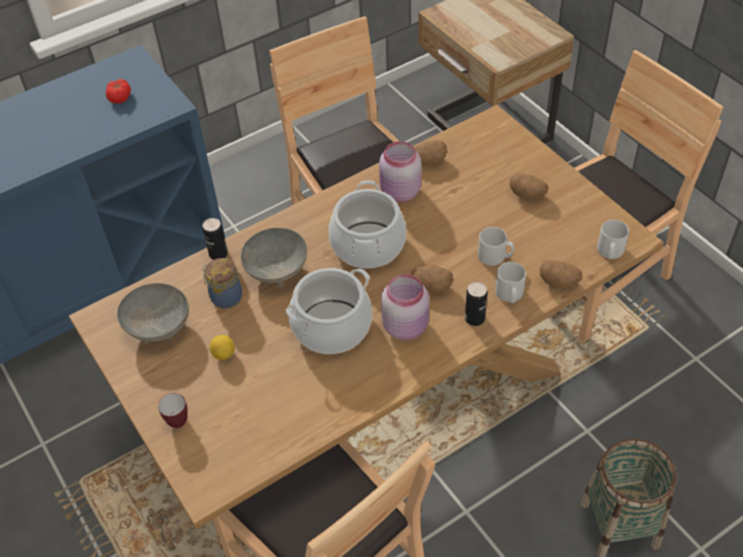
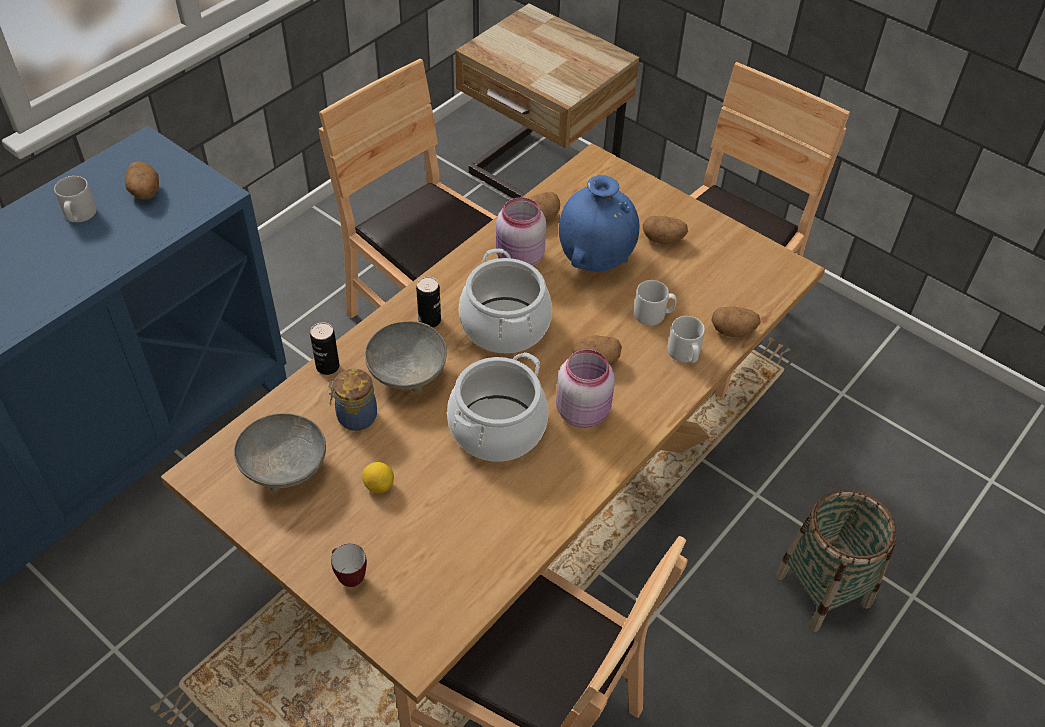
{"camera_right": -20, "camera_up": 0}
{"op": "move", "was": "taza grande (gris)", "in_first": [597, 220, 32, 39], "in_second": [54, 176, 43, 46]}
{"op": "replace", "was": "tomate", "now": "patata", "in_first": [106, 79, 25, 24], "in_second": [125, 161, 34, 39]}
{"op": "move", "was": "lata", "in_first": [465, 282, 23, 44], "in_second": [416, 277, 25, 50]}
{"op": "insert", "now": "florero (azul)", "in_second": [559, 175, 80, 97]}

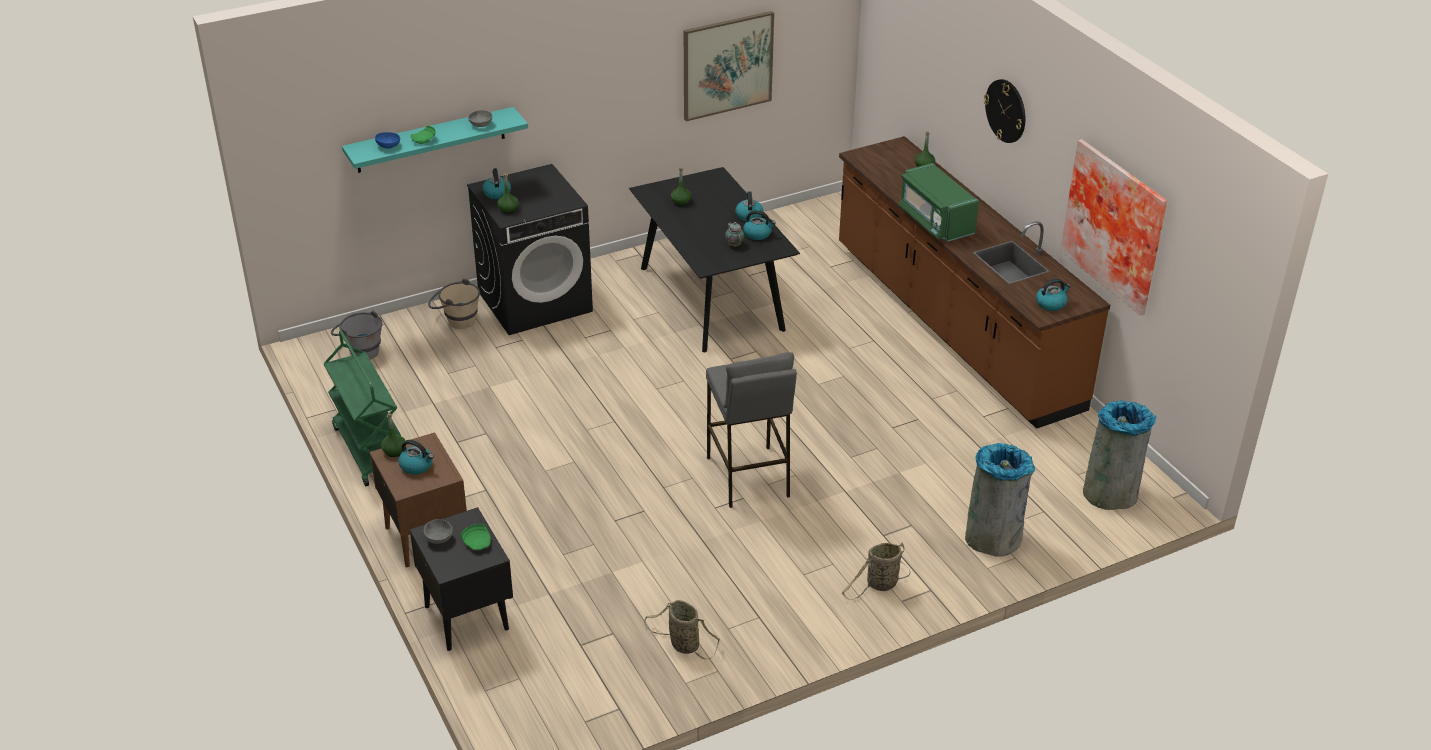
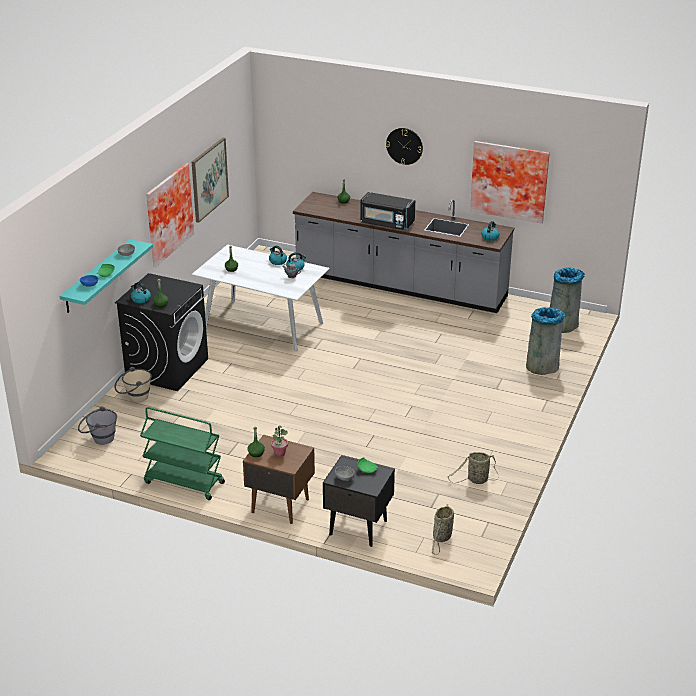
{"camera_right": -40, "camera_up": -5}
{"op": "insert", "now": "cuadro", "in_second": [146, 163, 48, 104]}
{"op": "recolor", "was": "mesa de comedor (negro)", "now": "mesa de comedor (blanco)", "in_first": [629, 167, 171, 185], "in_second": [192, 244, 138, 108]}
{"op": "replace", "was": "hervidor", "now": "planta en maceta", "in_first": [398, 440, 36, 35], "in_second": [271, 426, 17, 31]}
{"op": "recolor", "was": "mueble bajo de cocina (marrón)", "now": "mueble bajo de cocina (gris)", "in_first": [839, 136, 271, 293], "in_second": [293, 192, 221, 121]}
{"op": "recolor", "was": "microondas (verde)", "now": "microondas (negro)", "in_first": [899, 163, 80, 79], "in_second": [360, 192, 55, 38]}
{"op": "move", "was": "cesta", "in_first": [842, 543, 68, 57], "in_second": [432, 504, 22, 51]}
{"op": "delete", "was": "taburete (gris)", "in_first": [706, 352, 91, 156]}

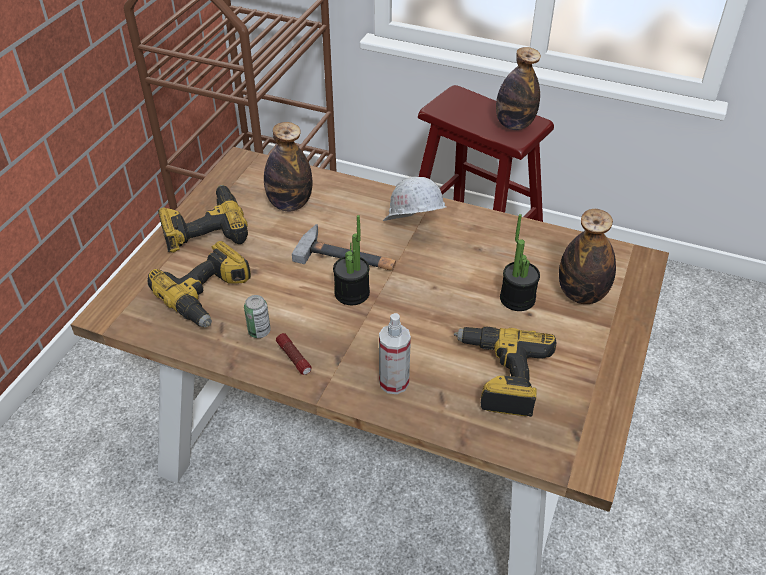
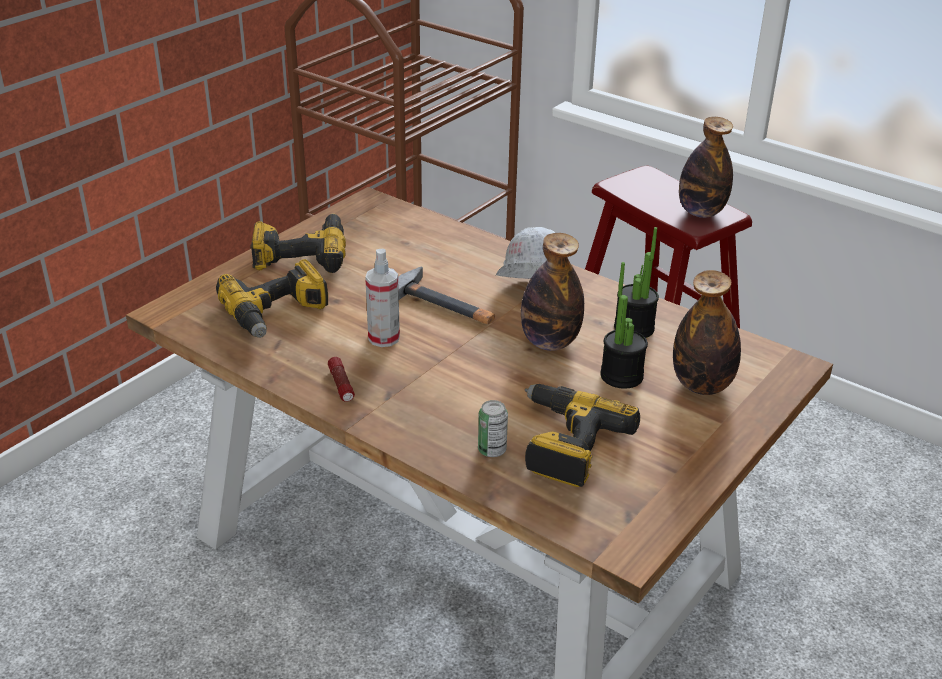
{"camera_right": 15, "camera_up": -10}
{"op": "move", "was": "pulverizador", "in_first": [379, 313, 32, 81], "in_second": [365, 249, 35, 98]}
{"op": "move", "was": "lata", "in_first": [244, 295, 27, 43], "in_second": [478, 400, 30, 57]}
{"op": "move", "was": "botella", "in_first": [264, 122, 48, 89], "in_second": [521, 233, 63, 118]}
{"op": "move", "was": "planta en maceta", "in_first": [333, 215, 37, 90], "in_second": [614, 227, 45, 111]}

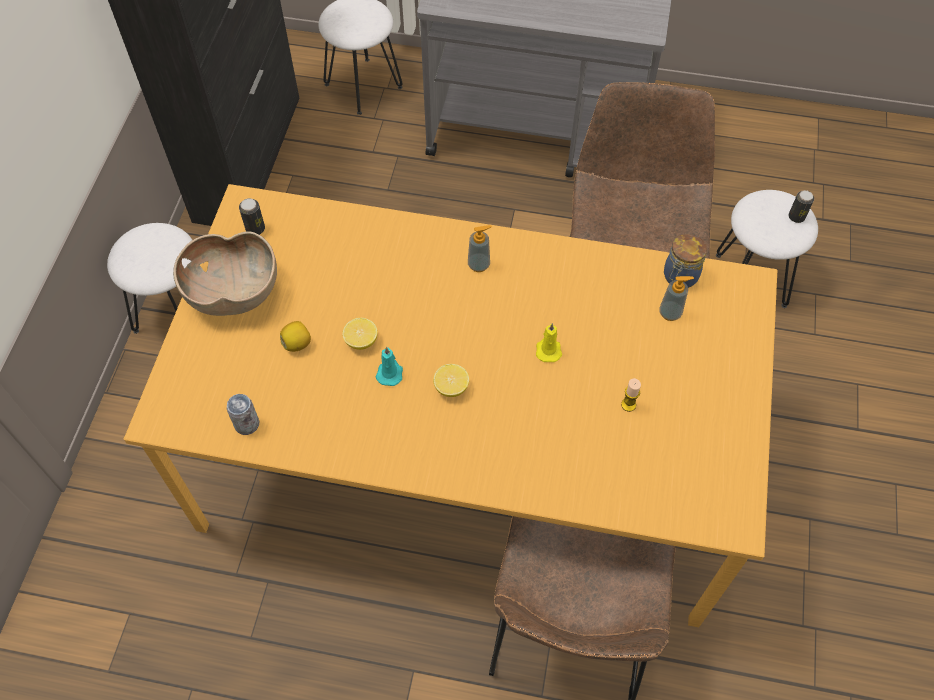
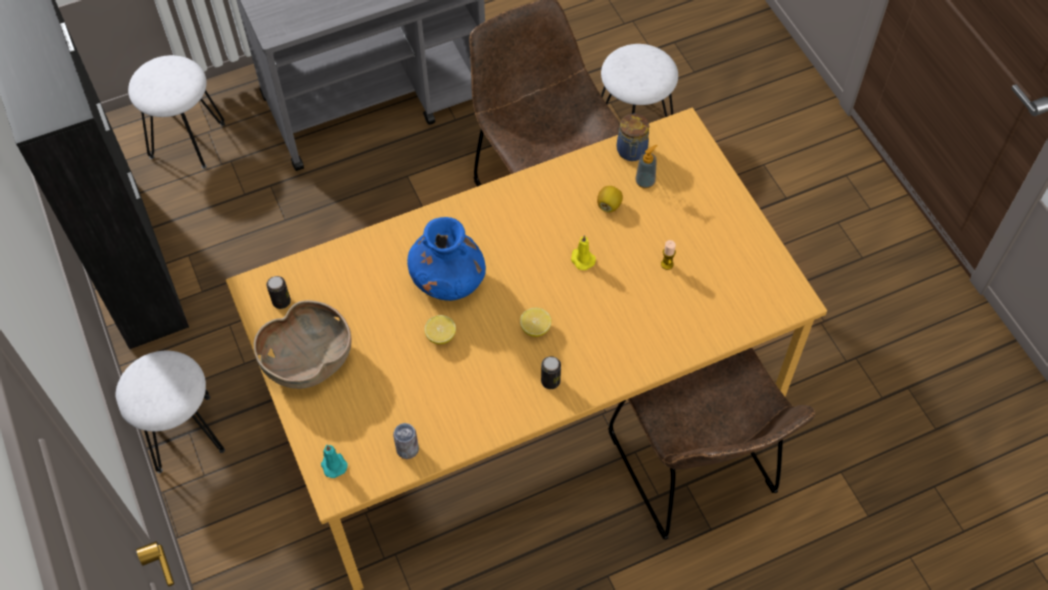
{"camera_right": -35, "camera_up": 0}
{"op": "move", "was": "vela (turquesa)", "in_first": [376, 347, 27, 39], "in_second": [321, 445, 27, 33]}
{"op": "insert", "now": "florero (azul)", "in_second": [407, 217, 79, 84]}
{"op": "move", "was": "lata", "in_first": [789, 190, 25, 33], "in_second": [541, 356, 20, 33]}
{"op": "move", "was": "limón", "in_first": [280, 321, 31, 31], "in_second": [597, 186, 26, 26]}
{"op": "delete", "was": "dispensador de jabón", "in_first": [468, 225, 24, 47]}

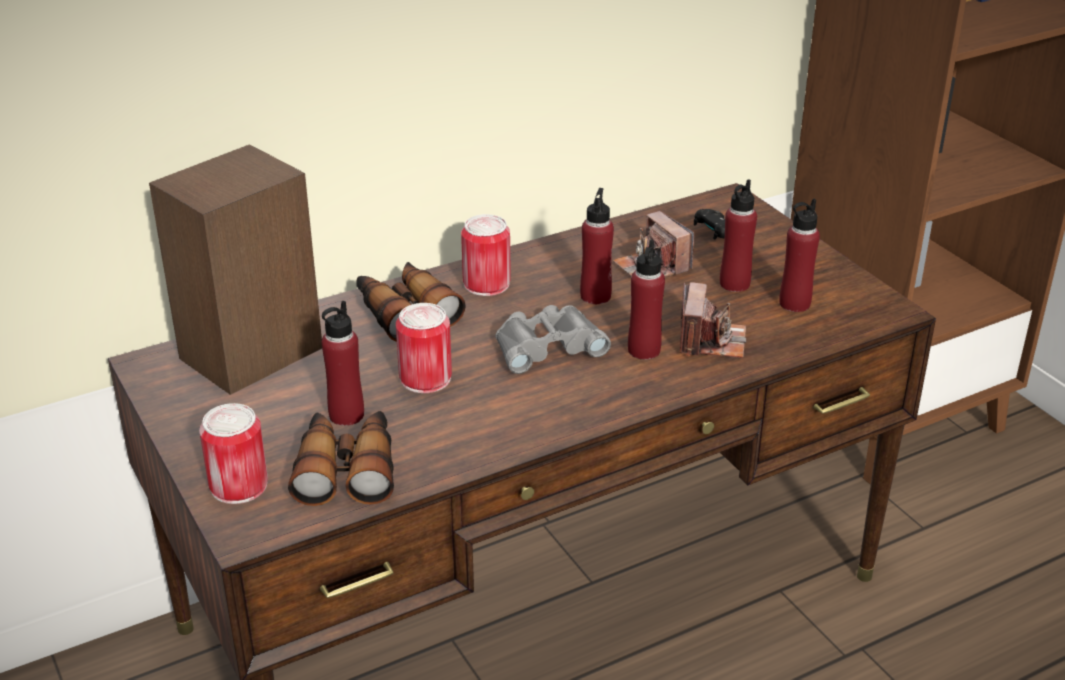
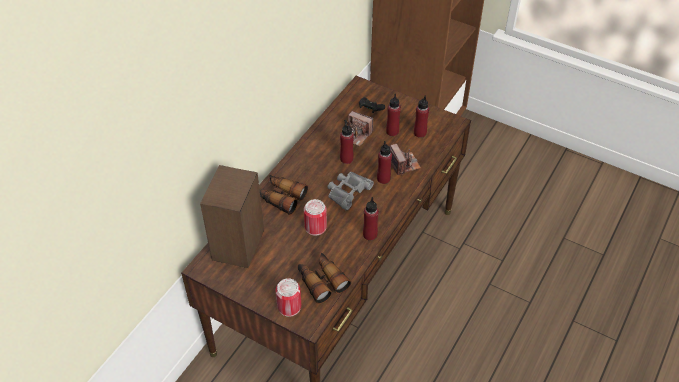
{"camera_right": -30, "camera_up": 15}
{"op": "move", "was": "botella (rojo)", "in_first": [322, 301, 42, 125], "in_second": [363, 197, 16, 44]}
{"op": "delete", "was": "lata", "in_first": [461, 214, 50, 82]}

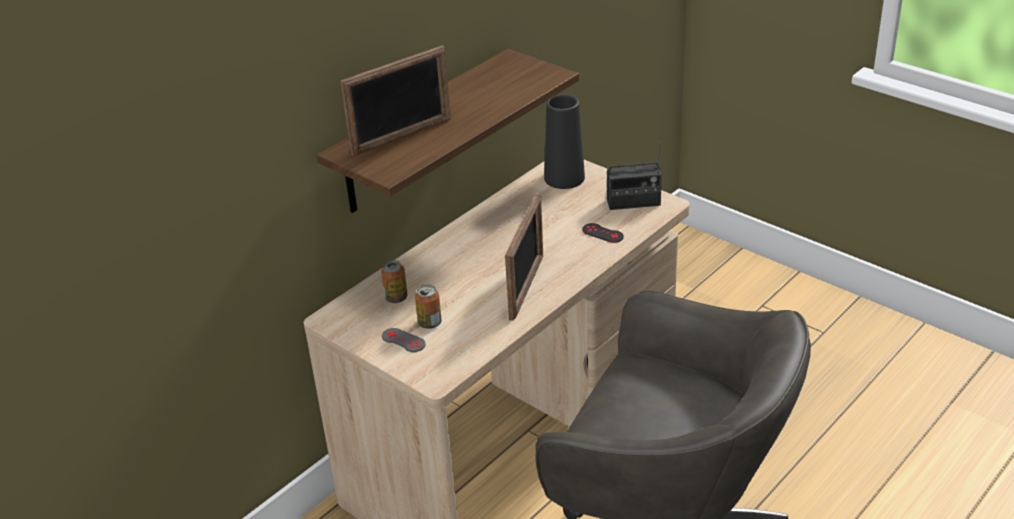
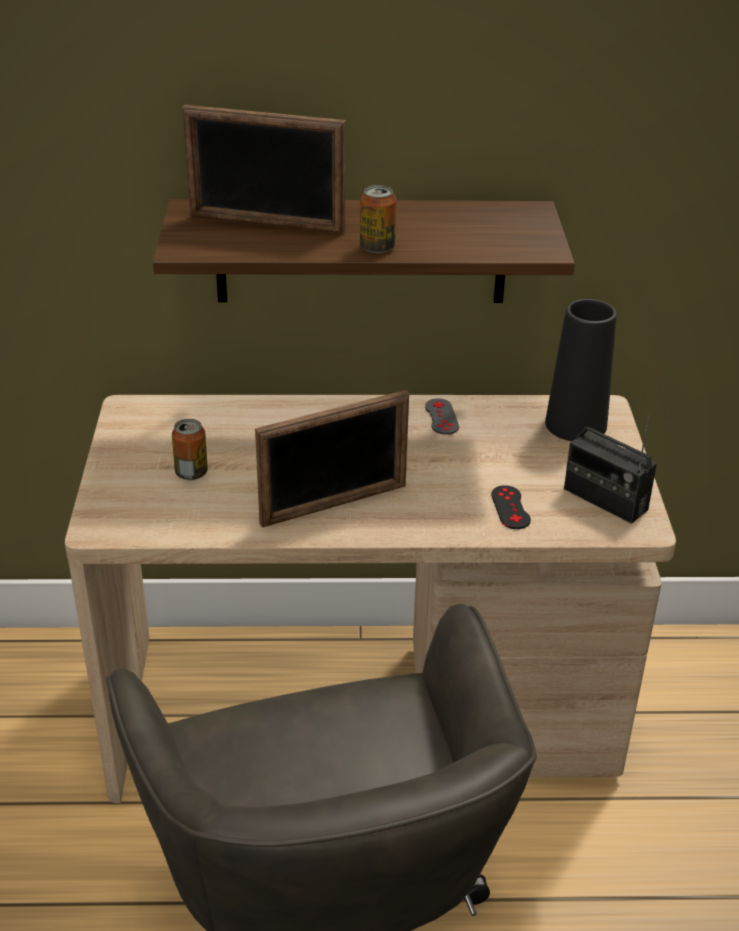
{"camera_right": 45, "camera_up": 0}
{"op": "move", "was": "lata", "in_first": [381, 260, 26, 43], "in_second": [360, 185, 36, 68]}
{"op": "move", "was": "mando de consola (gris)", "in_first": [382, 328, 43, 24], "in_second": [425, 398, 34, 37]}

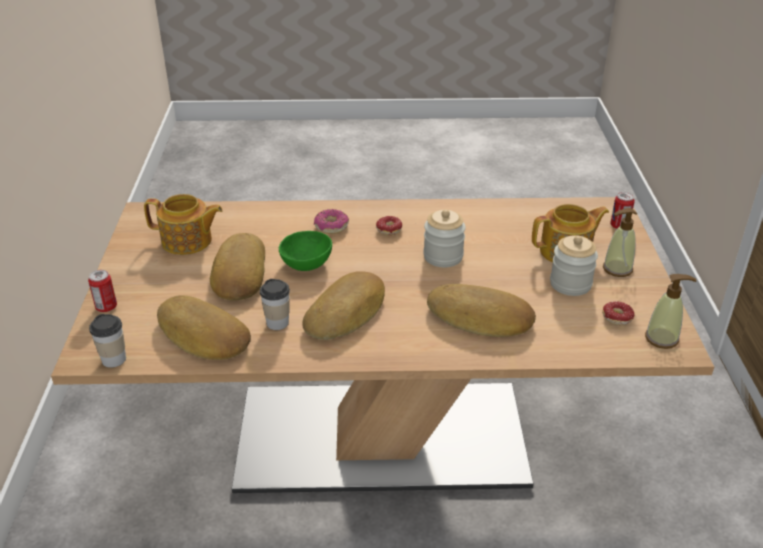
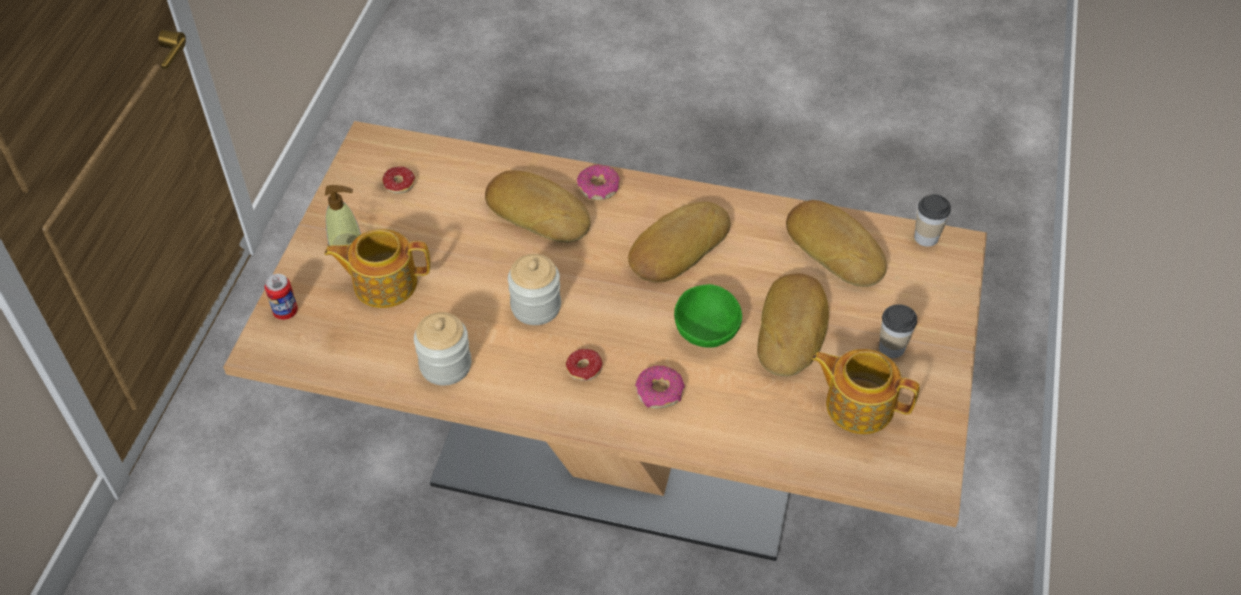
{"camera_right": -165, "camera_up": 15}
{"op": "move", "was": "tarro", "in_first": [550, 235, 48, 61], "in_second": [414, 312, 57, 73]}
{"op": "insert", "now": "rosquilla", "in_second": [577, 165, 43, 35]}
{"op": "move", "was": "taza", "in_first": [260, 279, 30, 51], "in_second": [879, 304, 38, 54]}
{"op": "delete", "was": "lata", "in_first": [88, 270, 29, 42]}
{"op": "delete", "was": "dispensador de jabón", "in_first": [645, 274, 51, 75]}

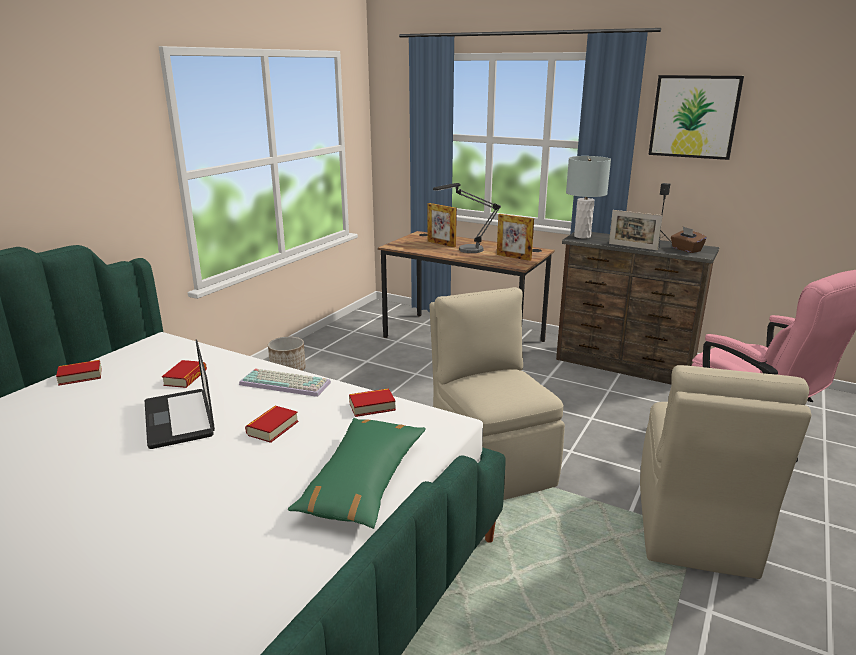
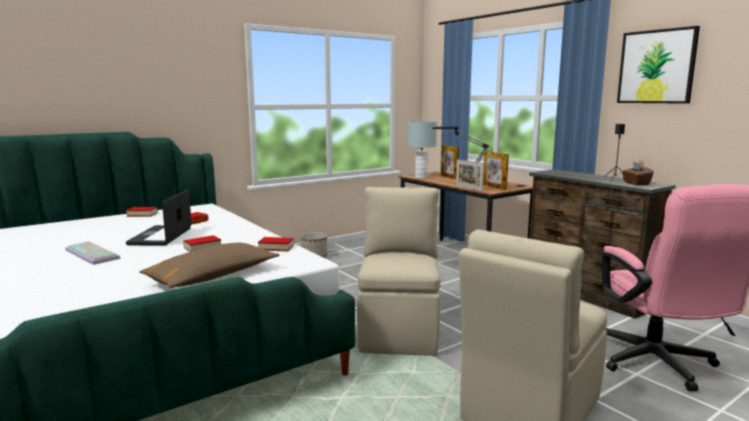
{"camera_right": 25, "camera_up": -10}
{"op": "move", "was": "teclado", "in_first": [239, 368, 92, 29], "in_second": [65, 241, 56, 24]}
{"op": "recolor", "was": "cojín (verde)", "now": "cojín (marrón)", "in_first": [288, 418, 138, 111], "in_second": [139, 242, 140, 46]}
{"op": "move", "was": "lámpara de mesa (gris)", "in_first": [566, 156, 45, 83], "in_second": [407, 121, 30, 58]}
{"op": "move", "was": "portarretratos", "in_first": [609, 210, 54, 40], "in_second": [456, 160, 28, 31]}

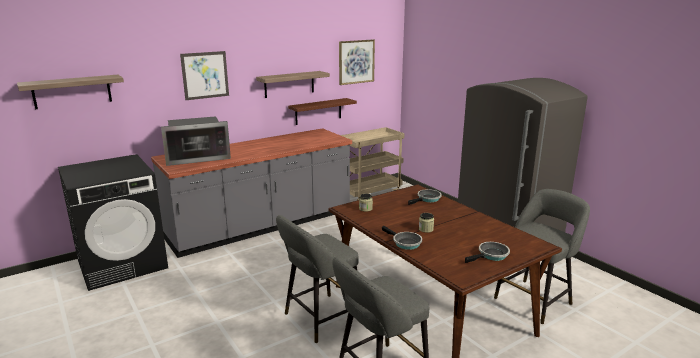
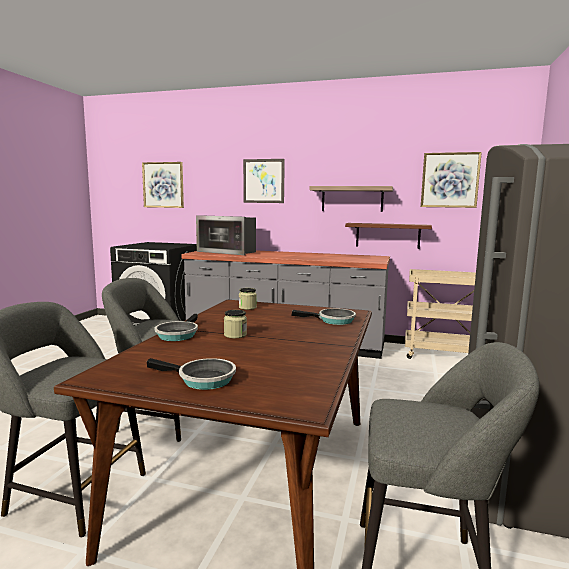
{"camera_right": 50, "camera_up": -10}
{"op": "replace", "was": "estante", "now": "cuadro", "in_first": [17, 75, 107, 34], "in_second": [142, 162, 42, 46]}

